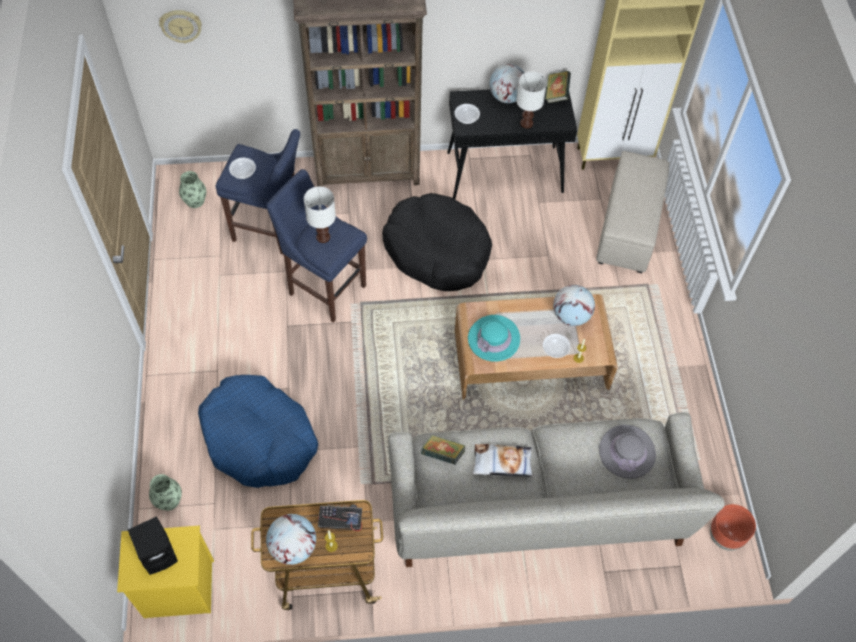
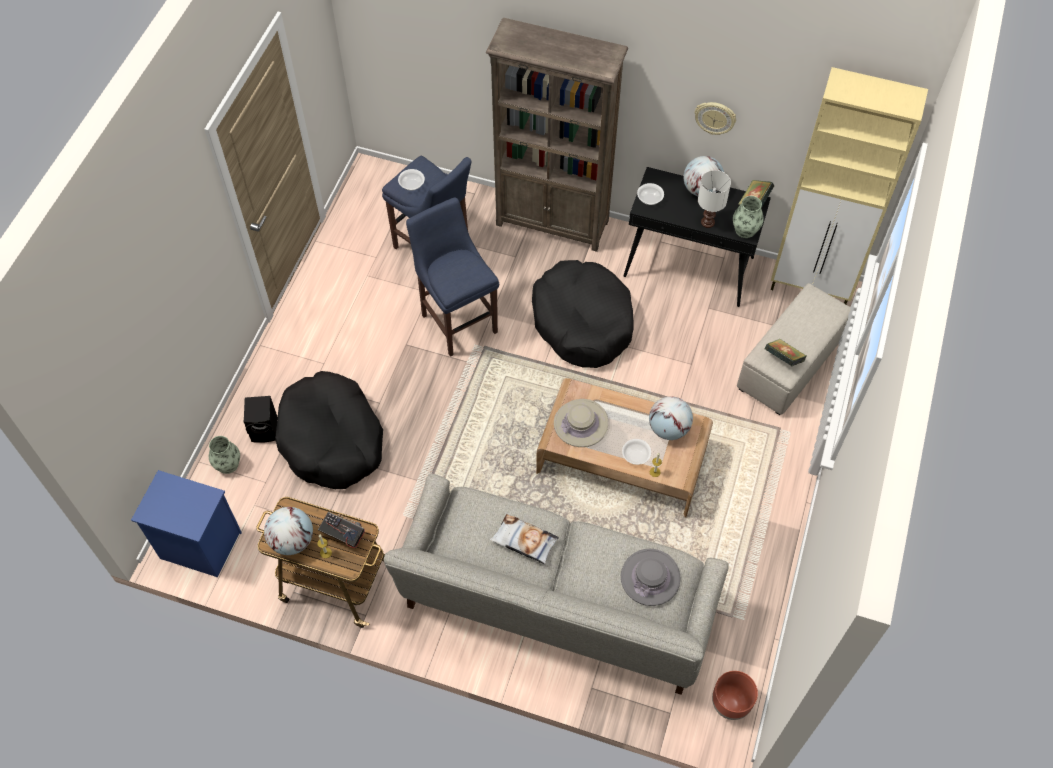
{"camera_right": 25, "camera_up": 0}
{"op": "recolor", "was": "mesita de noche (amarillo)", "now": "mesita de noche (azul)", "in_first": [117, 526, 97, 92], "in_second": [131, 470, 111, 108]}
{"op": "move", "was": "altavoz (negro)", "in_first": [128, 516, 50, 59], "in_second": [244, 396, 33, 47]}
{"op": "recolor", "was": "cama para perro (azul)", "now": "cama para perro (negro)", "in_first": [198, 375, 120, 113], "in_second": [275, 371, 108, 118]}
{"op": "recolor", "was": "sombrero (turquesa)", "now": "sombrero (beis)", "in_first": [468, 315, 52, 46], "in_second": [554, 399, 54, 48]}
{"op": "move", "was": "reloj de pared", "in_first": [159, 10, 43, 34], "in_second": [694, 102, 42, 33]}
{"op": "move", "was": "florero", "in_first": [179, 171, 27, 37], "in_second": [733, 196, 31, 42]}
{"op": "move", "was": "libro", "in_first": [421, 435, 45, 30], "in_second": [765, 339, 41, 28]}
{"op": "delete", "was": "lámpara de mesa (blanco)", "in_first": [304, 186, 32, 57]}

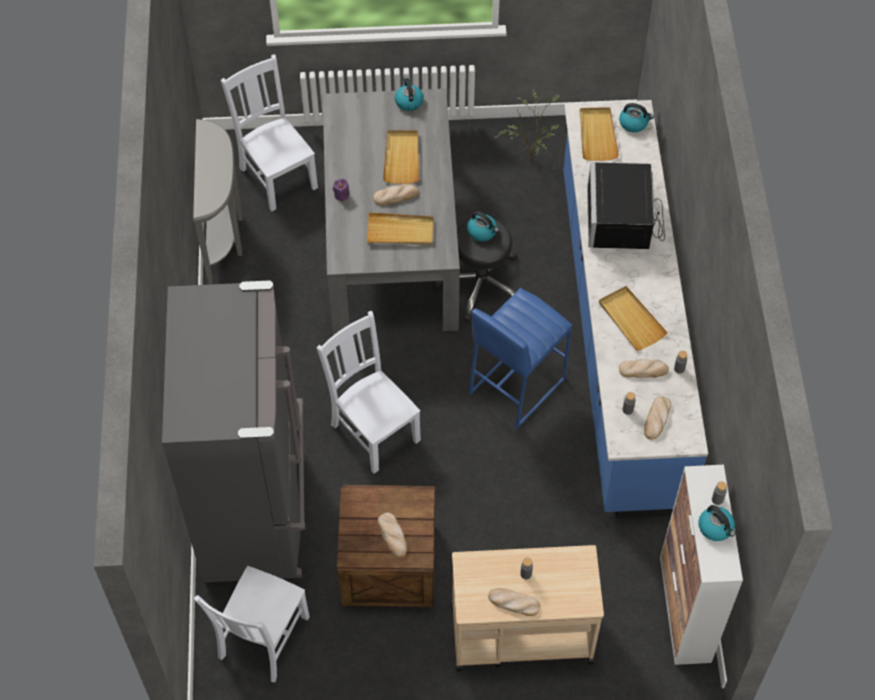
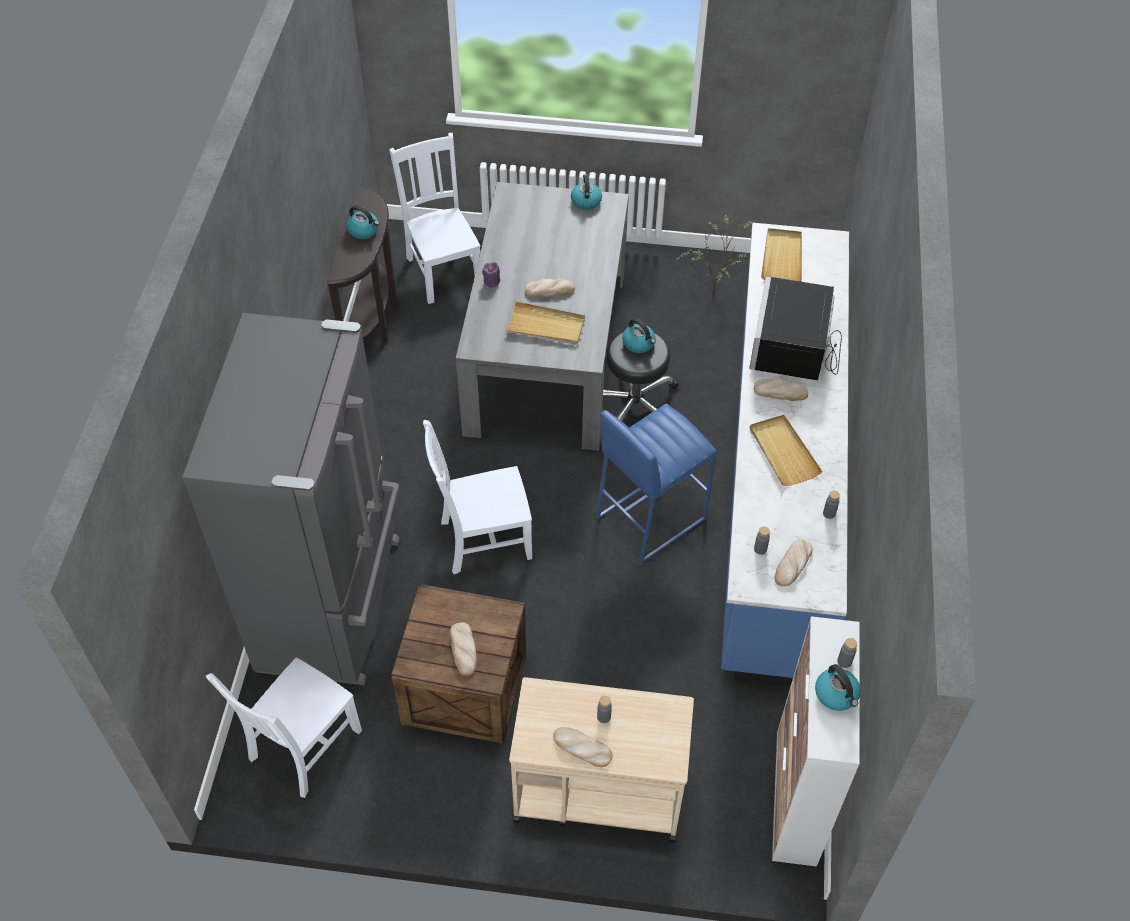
{"camera_right": 10, "camera_up": -5}
{"op": "recolor", "was": "mesa consola (gris)", "now": "mesa consola (marrón)", "in_first": [193, 119, 50, 166], "in_second": [327, 187, 70, 156]}
{"op": "move", "was": "hervidor", "in_first": [619, 103, 35, 29], "in_second": [346, 205, 33, 34]}
{"op": "rotate", "was": "silla (blanco)", "in_first": [317, 311, 104, 163], "in_second": [423, 420, 109, 154], "clockwise": -75}
{"op": "move", "was": "pan", "in_first": [619, 359, 50, 19], "in_second": [754, 379, 54, 22]}
{"op": "delete", "was": "bandeja (beis)", "in_first": [383, 130, 36, 54]}

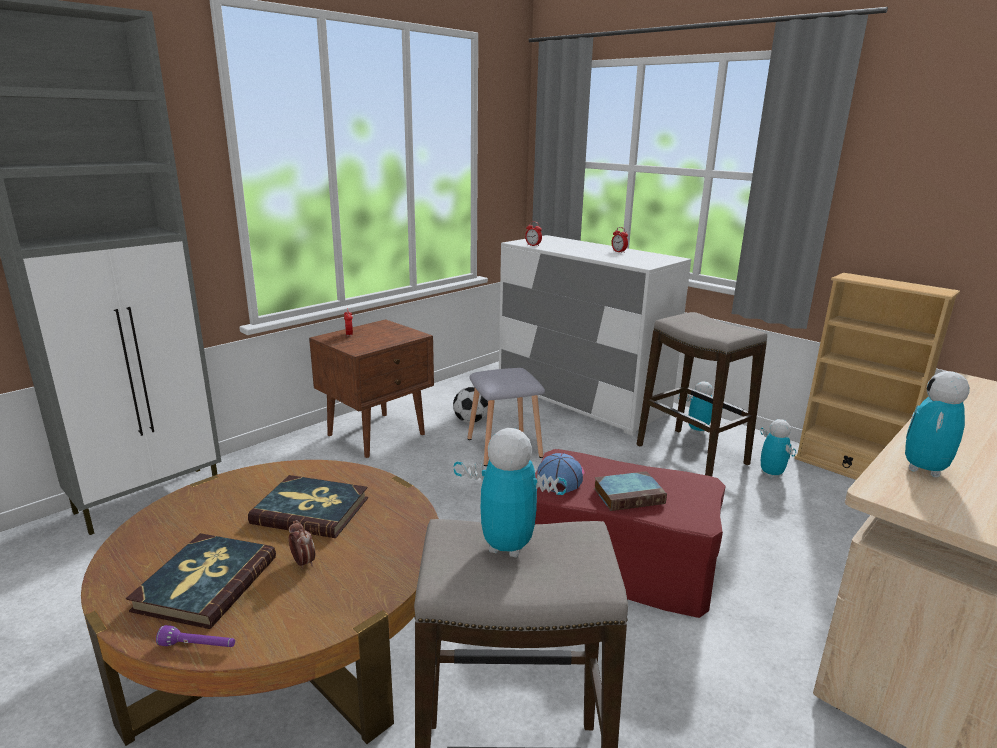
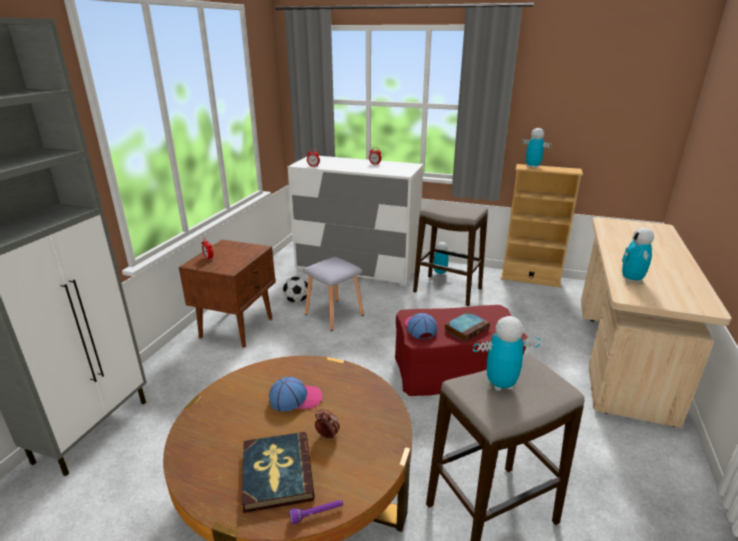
{"camera_right": -25, "camera_up": 5}
{"op": "replace", "was": "libro", "now": "gorra", "in_first": [248, 475, 120, 63], "in_second": [269, 377, 53, 35]}
{"op": "move", "was": "robot de juguete", "in_first": [760, 419, 36, 59], "in_second": [521, 128, 31, 41]}

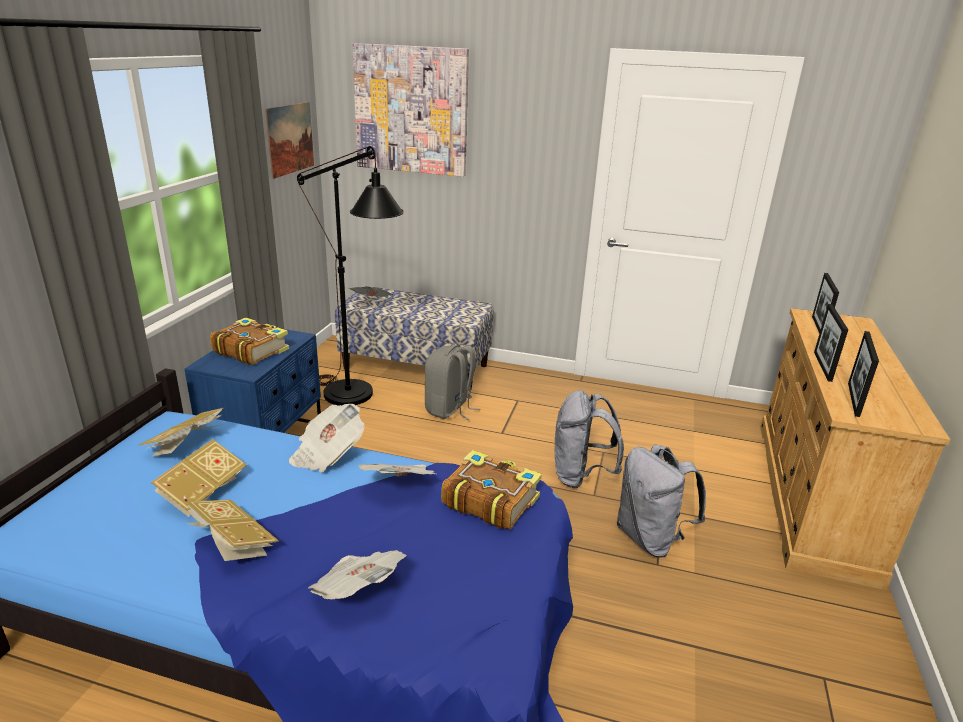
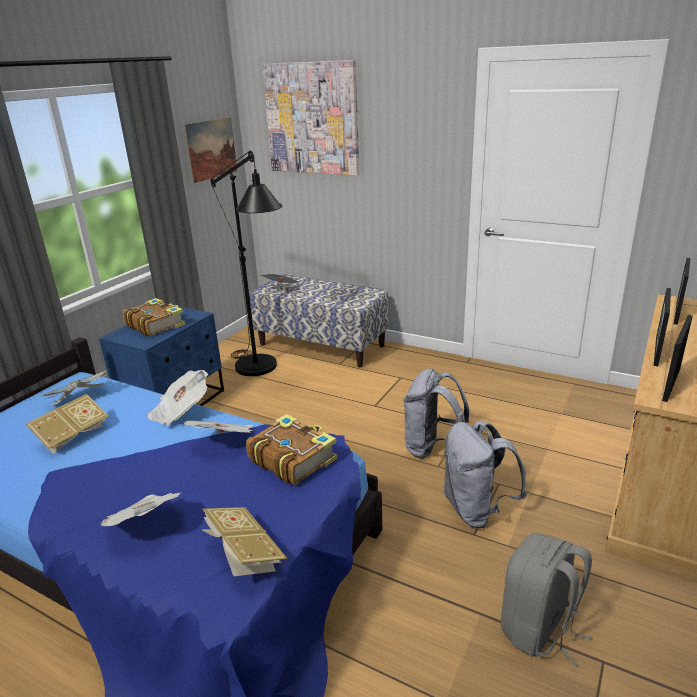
{"camera_right": 15, "camera_up": 0}
{"op": "move", "was": "libro", "in_first": [186, 500, 93, 61], "in_second": [203, 507, 84, 69]}
{"op": "move", "was": "mochila (gris)", "in_first": [425, 344, 55, 76], "in_second": [501, 533, 91, 133]}

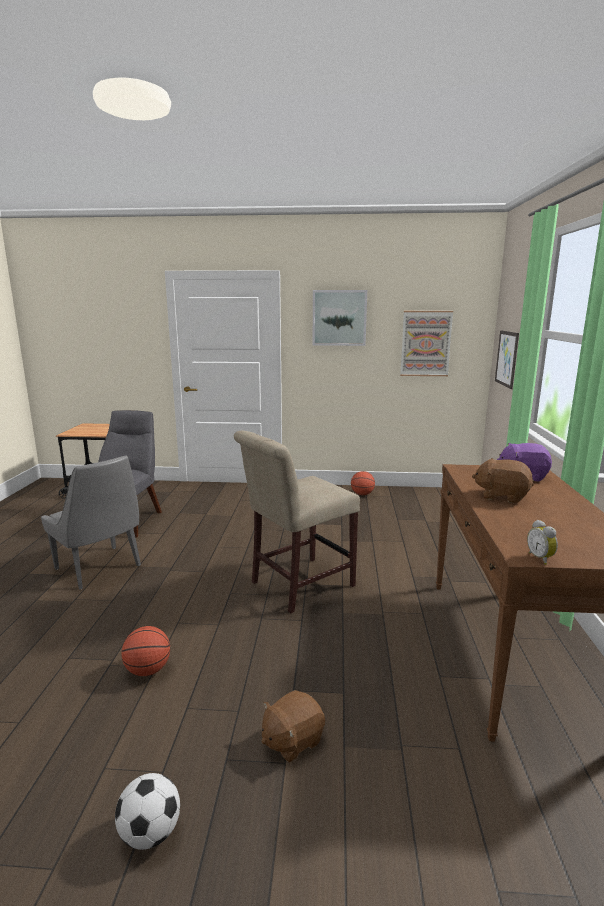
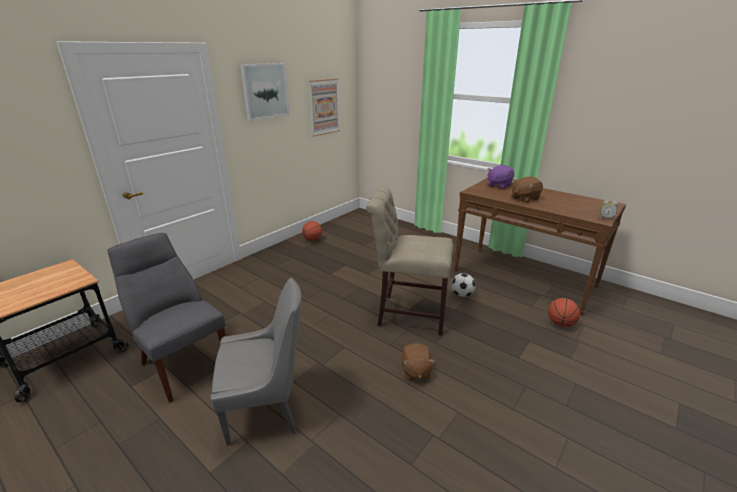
{"camera_right": -55, "camera_up": 10}
{"op": "rotate", "was": "silla (beis)", "in_first": [234, 431, 126, 183], "in_second": [366, 186, 87, 150], "clockwise": 105}
{"op": "move", "was": "peluche (marrón)", "in_first": [262, 690, 63, 73], "in_second": [402, 343, 33, 37]}
{"op": "move", "was": "balón de fútbol", "in_first": [115, 773, 65, 77], "in_second": [451, 273, 25, 24]}
{"op": "move", "was": "balón de baloncesto", "in_first": [121, 626, 49, 50], "in_second": [548, 298, 32, 29]}
{"op": "delete", "was": "cuadro", "in_first": [495, 330, 24, 59]}

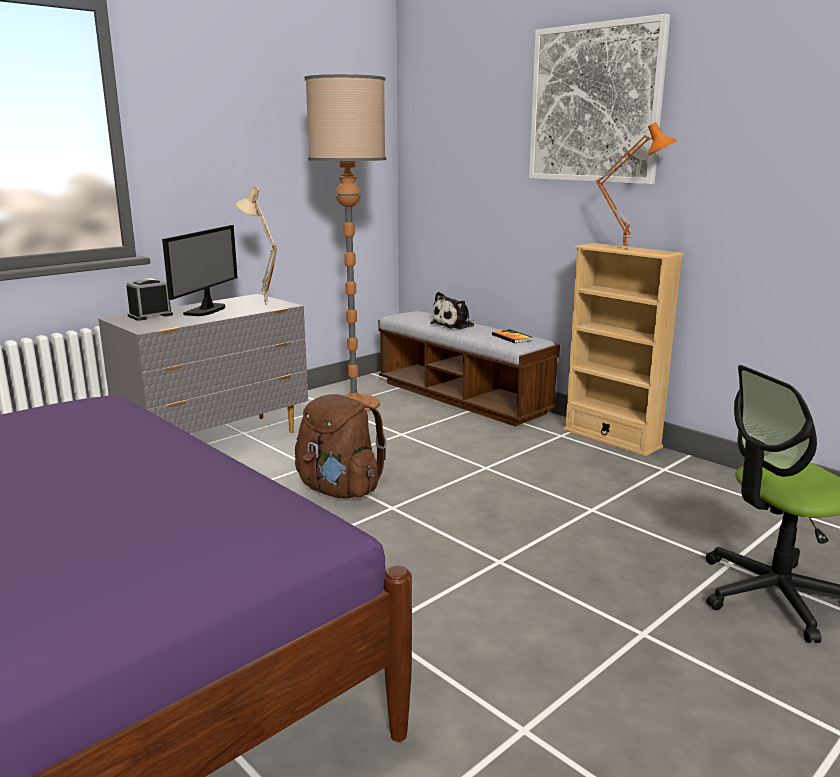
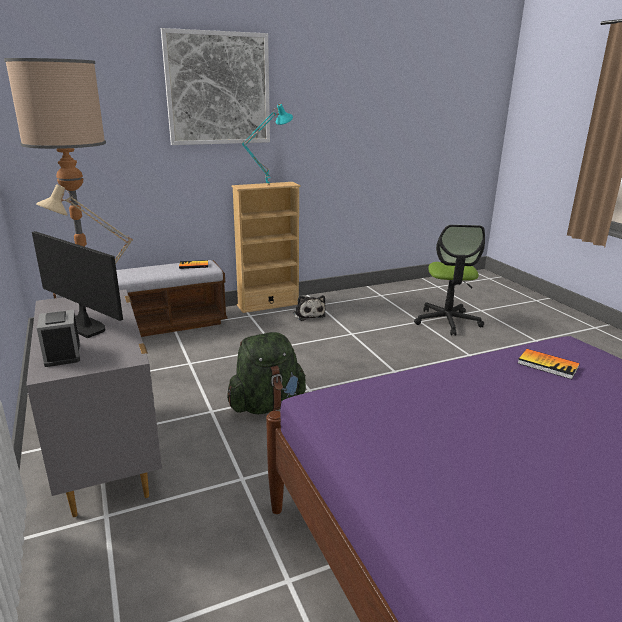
{"camera_right": -70, "camera_up": 5}
{"op": "recolor", "was": "mochila (marrón)", "now": "mochila (verde)", "in_first": [295, 394, 92, 104], "in_second": [227, 332, 79, 82]}
{"op": "recolor", "was": "lámpara de mesa (naranja)", "now": "lámpara de mesa (turquesa)", "in_first": [596, 122, 81, 127], "in_second": [241, 104, 52, 79]}
{"op": "move", "was": "peluche", "in_first": [430, 292, 44, 37], "in_second": [293, 295, 33, 26]}
{"op": "insert", "now": "libro", "in_second": [517, 349, 63, 30]}

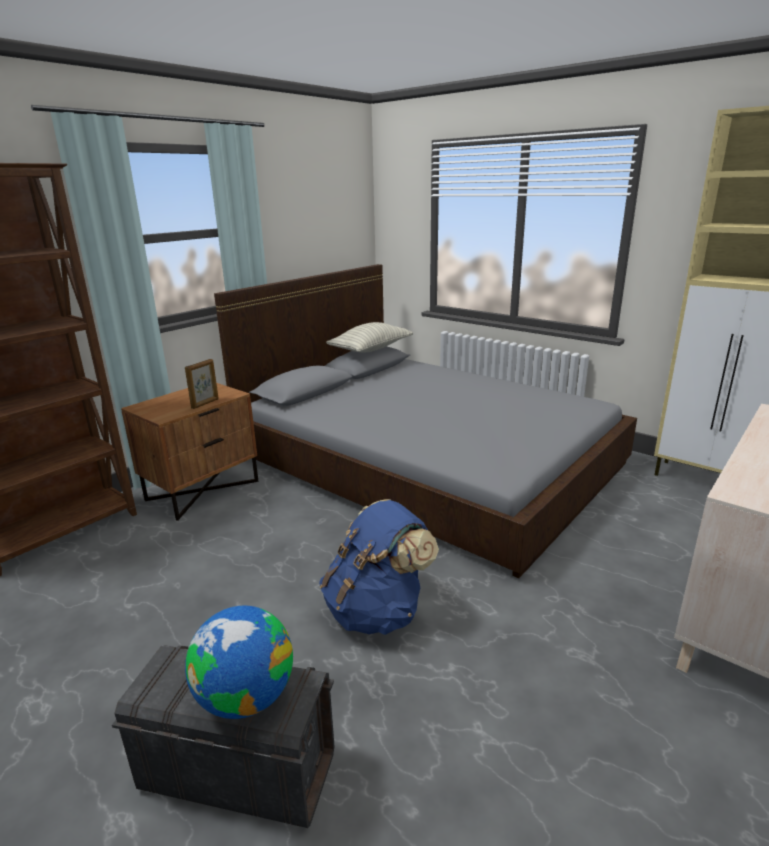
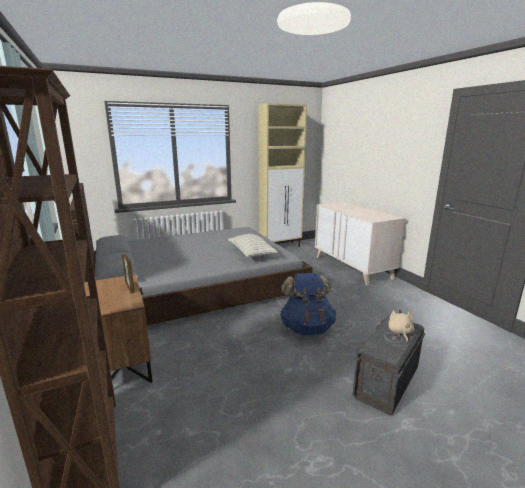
{"camera_right": -65, "camera_up": -5}
{"op": "move", "was": "cojín", "in_first": [326, 322, 87, 30], "in_second": [228, 234, 50, 23]}
{"op": "replace", "was": "globo terráqueo", "now": "peluche (beis)", "in_first": [185, 606, 108, 113], "in_second": [389, 310, 25, 32]}

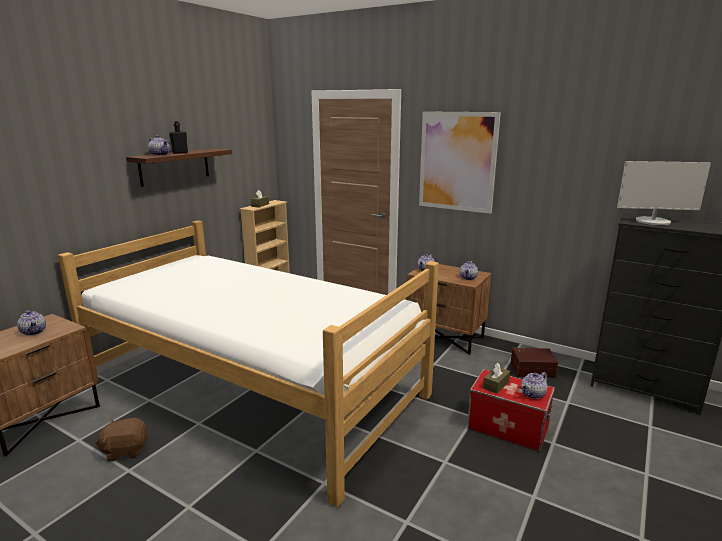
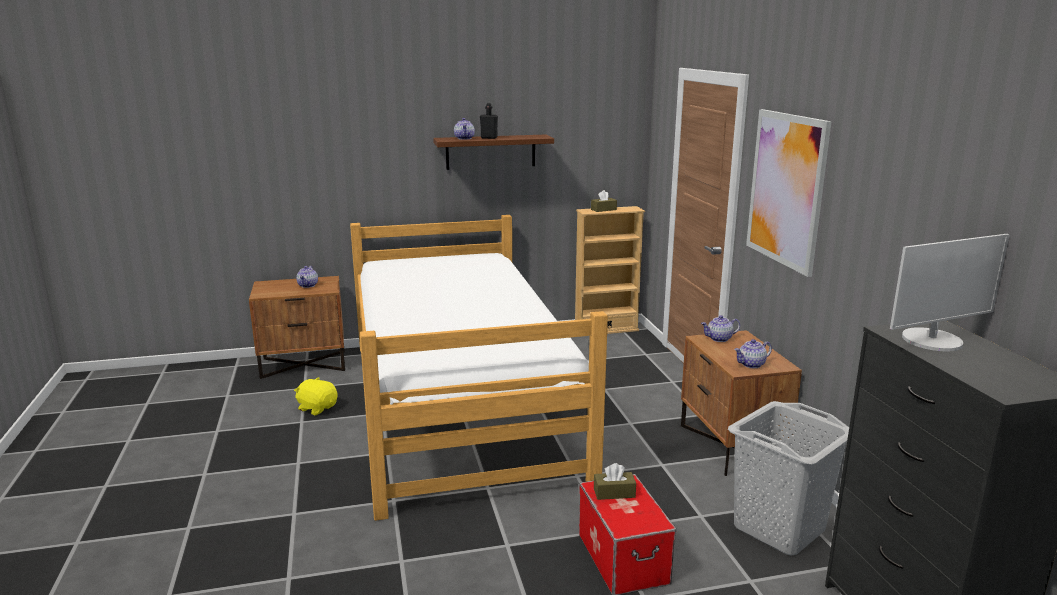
{"camera_right": 45, "camera_up": 0}
{"op": "recolor", "was": "peluche (marrón)", "now": "peluche (amarillo)", "in_first": [95, 418, 53, 44], "in_second": [294, 377, 43, 38]}
{"op": "replace", "was": "caja de almacenaje (marrón)", "now": "cesto de la ropa (gris)", "in_first": [511, 348, 47, 30], "in_second": [728, 401, 121, 155]}
{"op": "rotate", "was": "monitor", "in_first": [617, 161, 94, 64], "in_second": [890, 234, 120, 117], "clockwise": -75}
{"op": "delete", "was": "tetera", "in_first": [521, 372, 27, 27]}

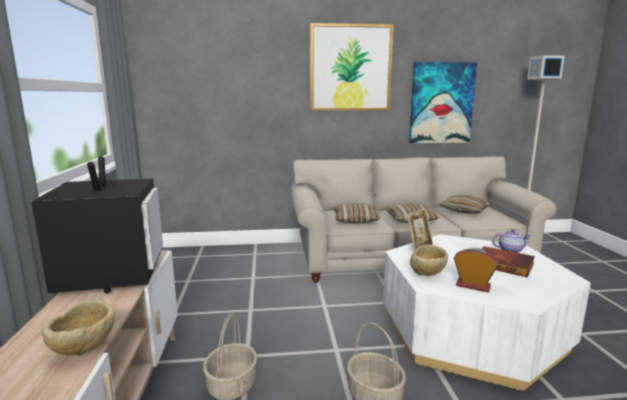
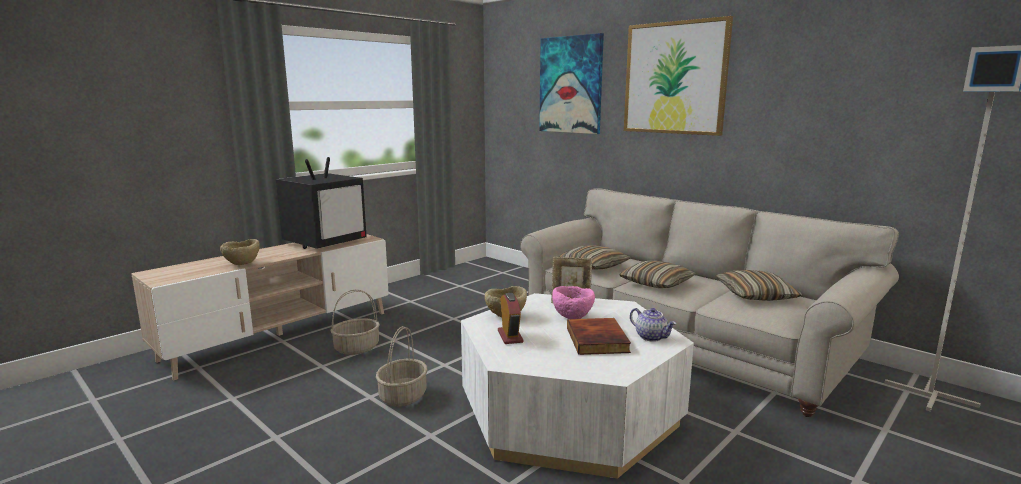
{"camera_right": 50, "camera_up": 0}
{"op": "move", "was": "cuadro", "in_first": [409, 62, 68, 81], "in_second": [539, 33, 65, 101]}
{"op": "insert", "now": "cuenco (rosa)", "in_second": [552, 286, 43, 33]}

